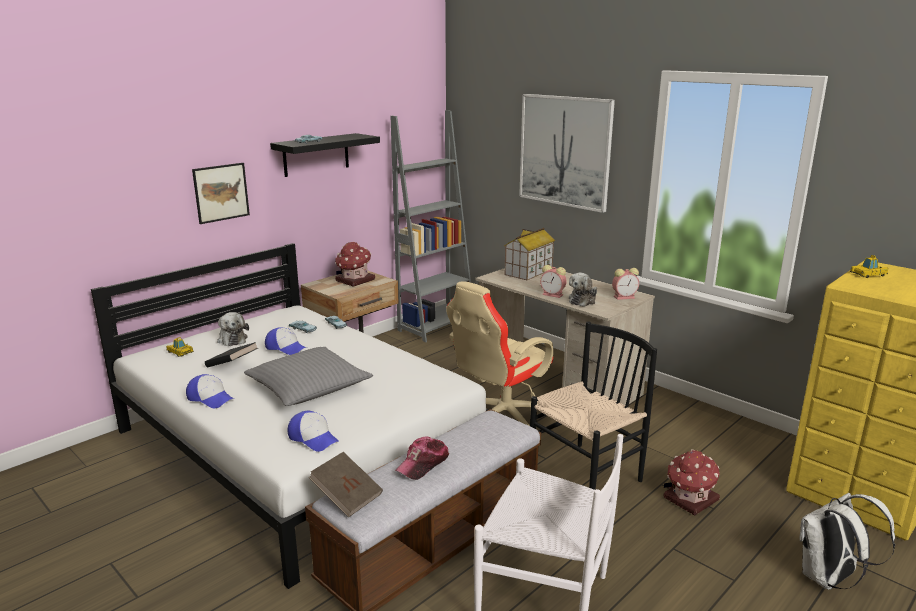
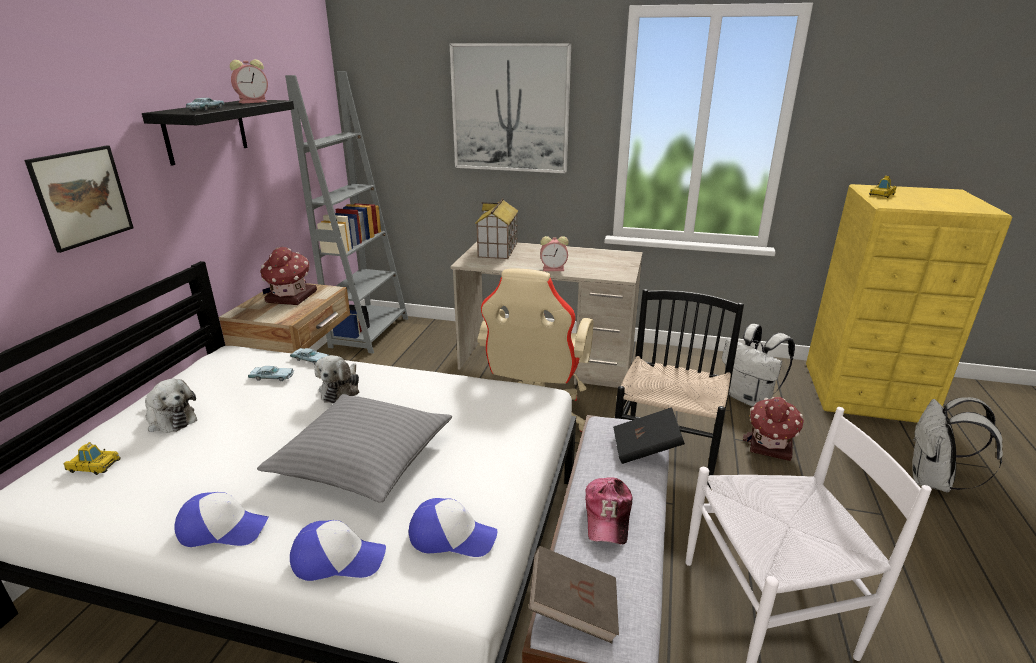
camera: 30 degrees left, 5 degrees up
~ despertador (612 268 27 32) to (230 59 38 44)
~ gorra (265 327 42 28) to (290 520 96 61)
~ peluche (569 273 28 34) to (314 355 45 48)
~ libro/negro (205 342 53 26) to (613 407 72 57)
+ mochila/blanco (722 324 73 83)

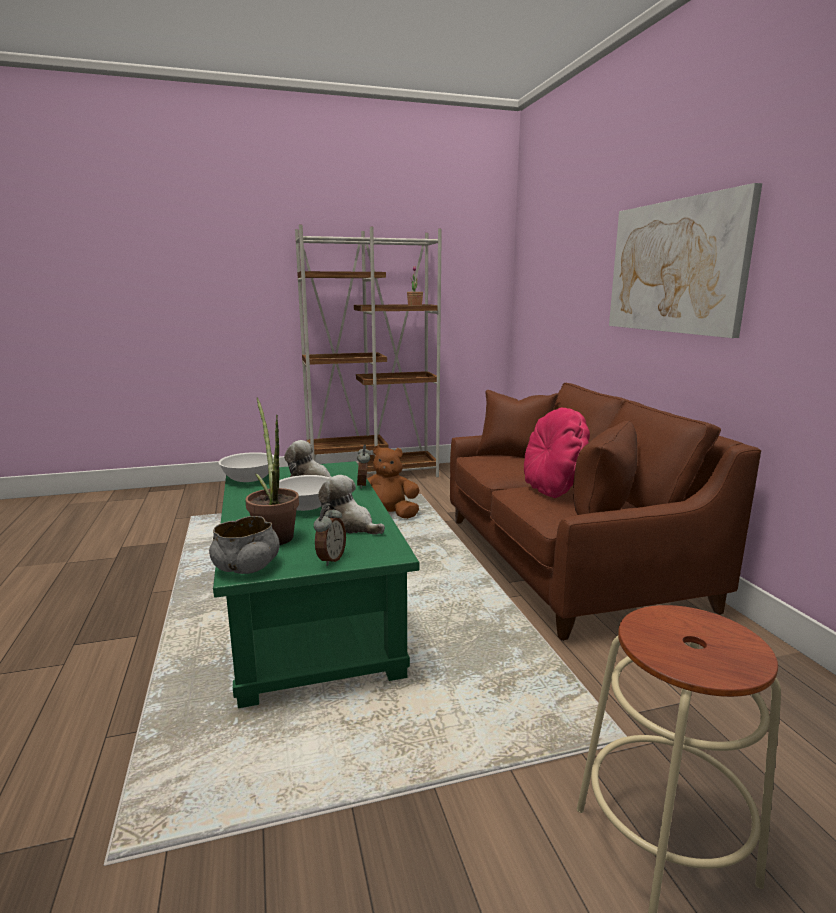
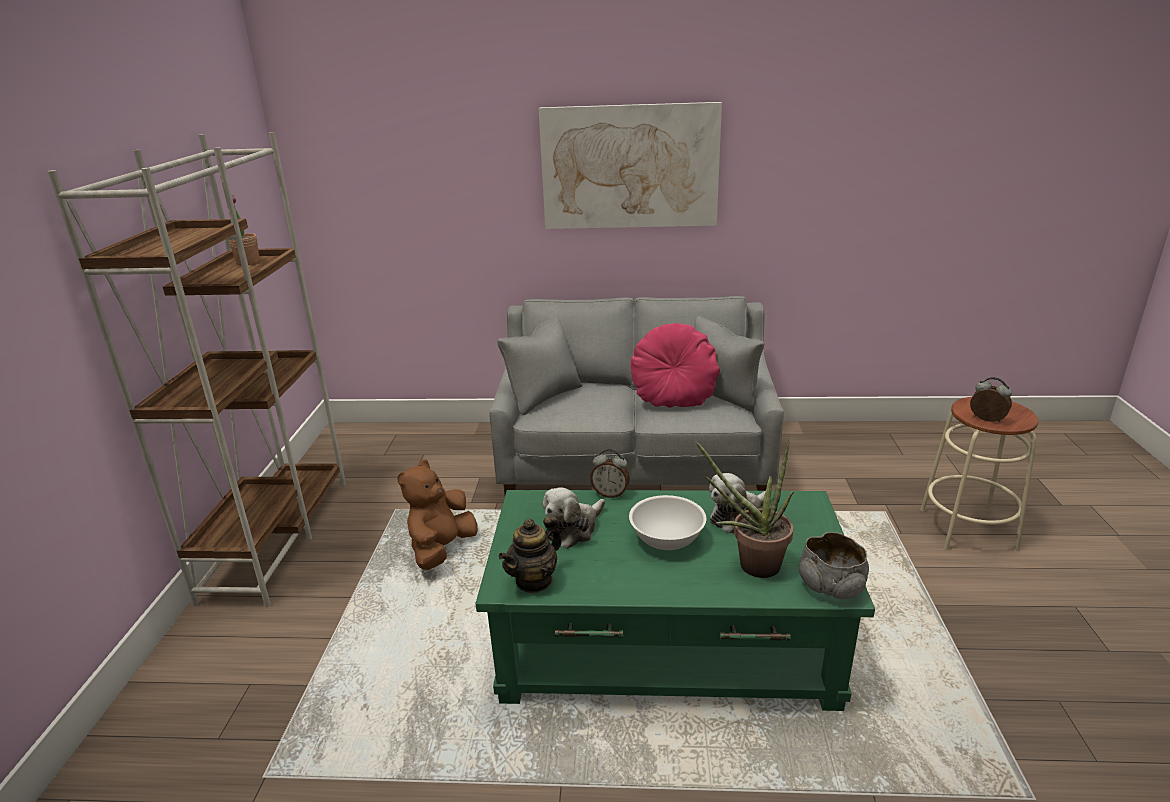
camera: 70 degrees left, 10 degrees up
~ sofá/marrón (450 383 311 258) to sofá/gris (489 296 295 199)
~ cuenco/blanco (218 452 56 30) to tetera (498 516 64 77)
~ despertador (314 505 32 61) to (970 377 42 45)

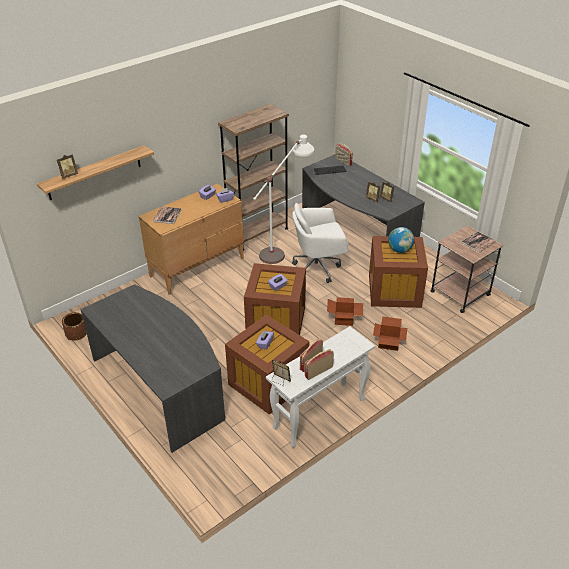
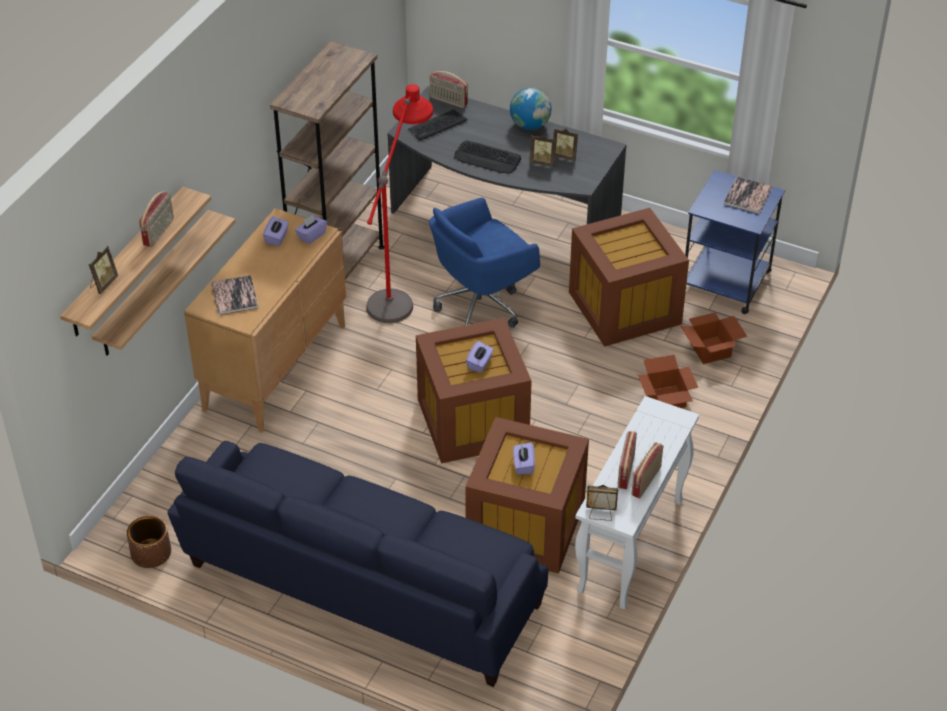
camera: 25 degrees left, 5 degrees up
+ estante (92 210 143 145)
+ radio (139 191 35 56)
~ escritorio/gris (80 284 145 169) to sofá/azul (167 441 381 246)
~ lámpara de pie/blanco (253 135 61 129) to lámpara de pie/rojo (366 84 67 239)
~ silla de oficina/blanco (292 203 56 80) to silla de oficina/azul (429 198 111 130)
+ teclado (454 140 67 34)
~ globo terráqueo (388 227 26 26) to (510 88 42 42)
~ caja de cartón (327 297 36 29) to (680 312 68 52)
~ carrito/marrón (430 225 73 88) to carrito/azul (685 170 100 144)

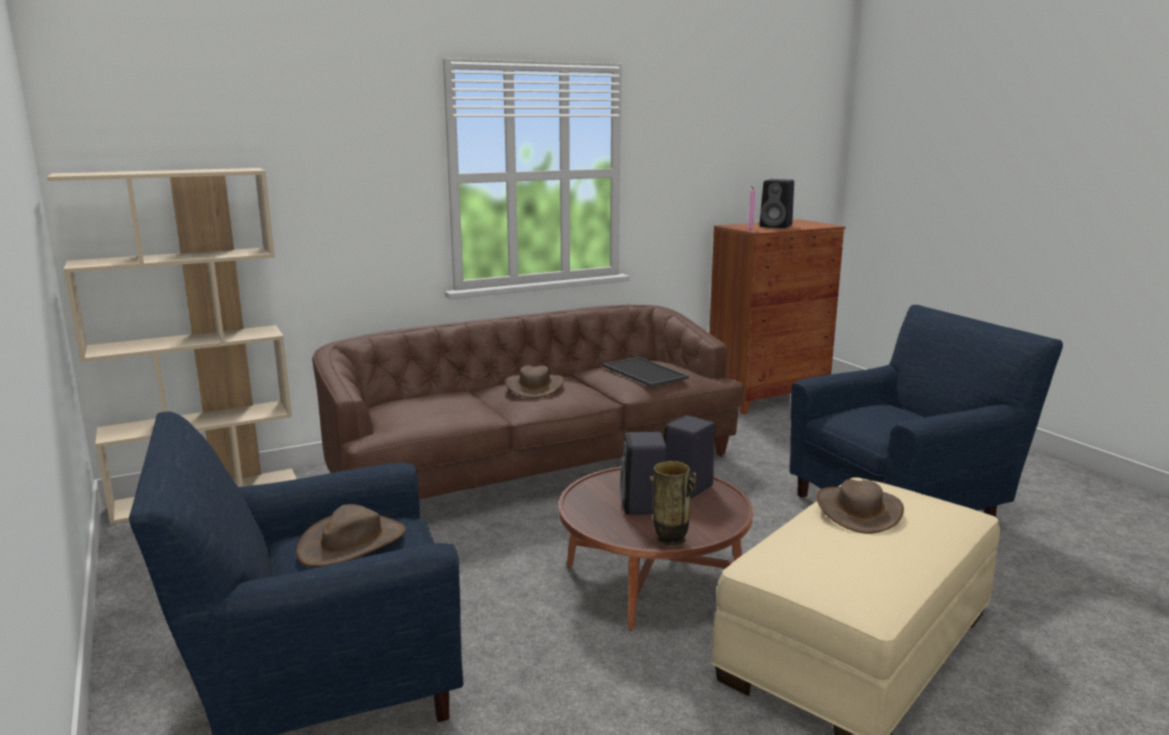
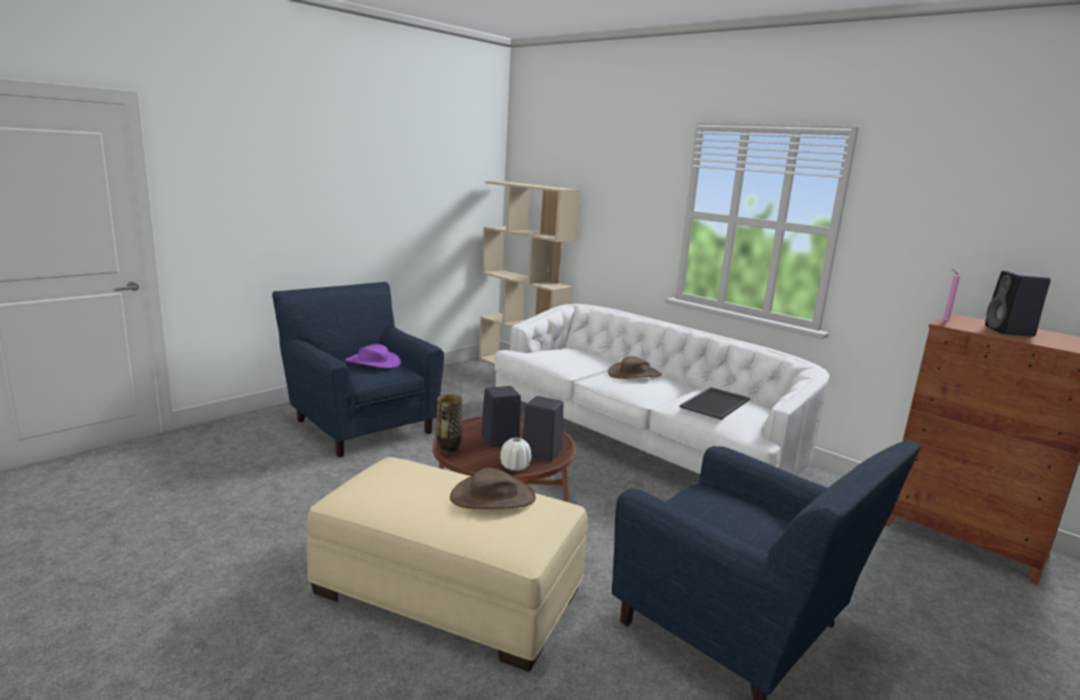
camera: 70 degrees right, 0 degrees up
~ sombrero/marrón (296 504 110 63) to sombrero/morado (345 344 56 24)
~ sofá/marrón (312 305 432 194) to sofá/blanco (494 304 335 172)
+ florero/blanco (500 437 31 34)

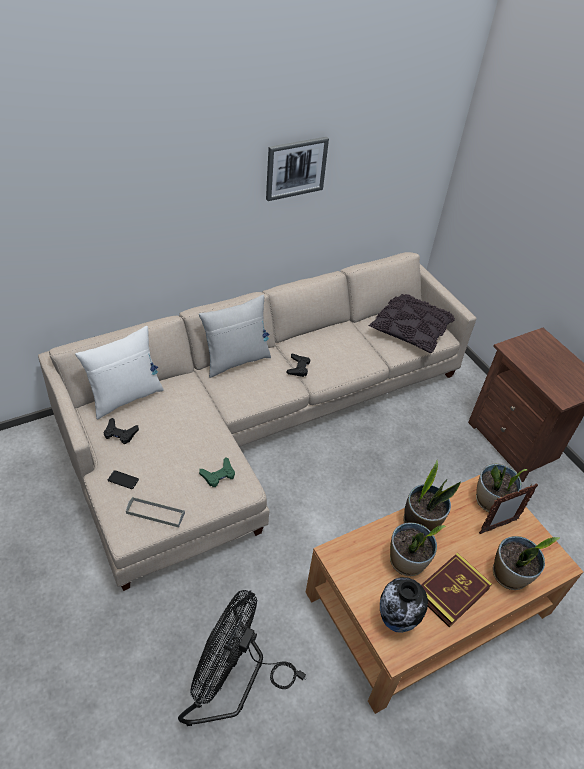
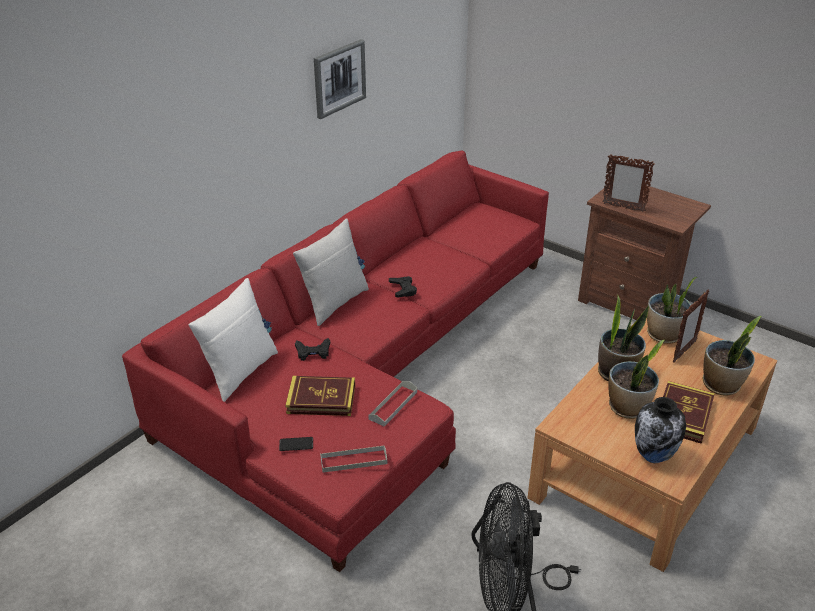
camera: 20 degrees left, 10 degrees down
~ sofá/beis (38 252 438 339) to sofá/rojo (122 151 427 421)
+ libro (285 376 70 40)
~ mando de consola/negro (104 418 35 26) to (295 338 35 23)
~ mando de consola/verde (199 457 36 30) to bandeja/gris (368 381 49 46)
+ portarretratos (602 154 53 58)
- cojín/negro (369 294 86 59)

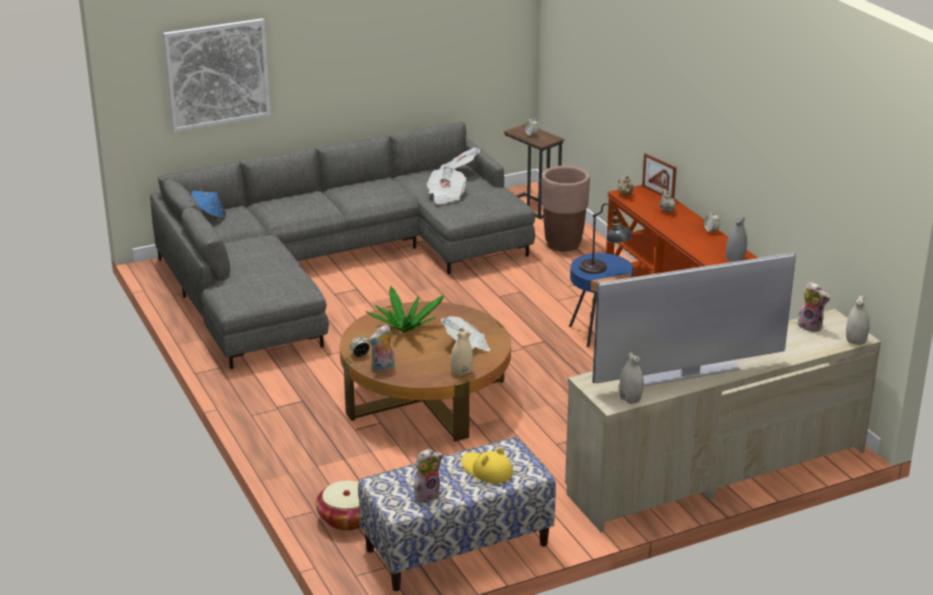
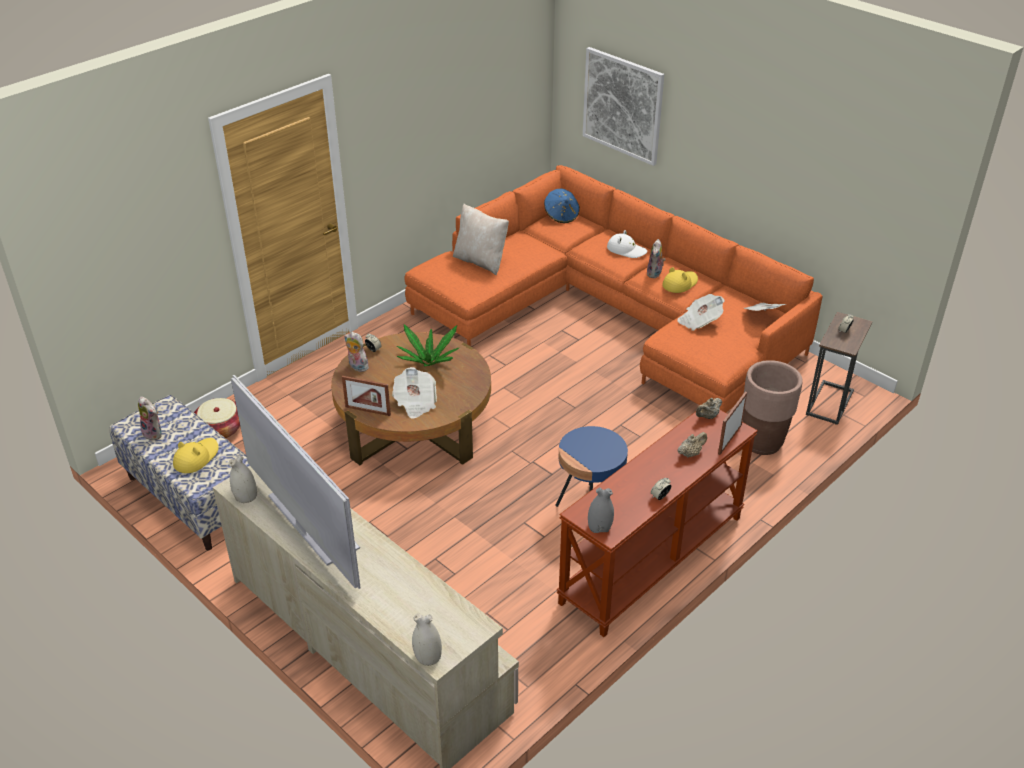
camera: 70 degrees right, 10 degrees up
~ florero/beis (451 330 22 46) to portarretratos (342 376 49 40)
~ sofá/gris (150 122 385 247) to sofá/naranja (404 165 419 248)
+ cojín/beis (453 204 56 71)
+ sombrero/blanco (607 230 40 28)
~ peluche (797 282 33 50) to (647 239 19 39)
+ sombrero/amarillo (662 267 36 26)
- lámpara de mesa/gris (579 203 54 71)

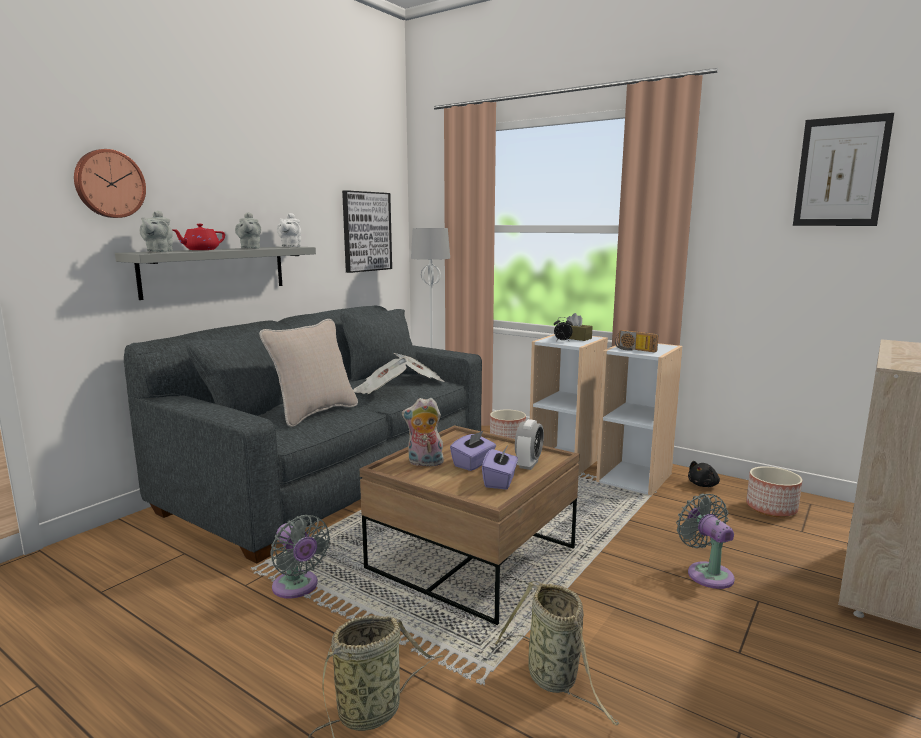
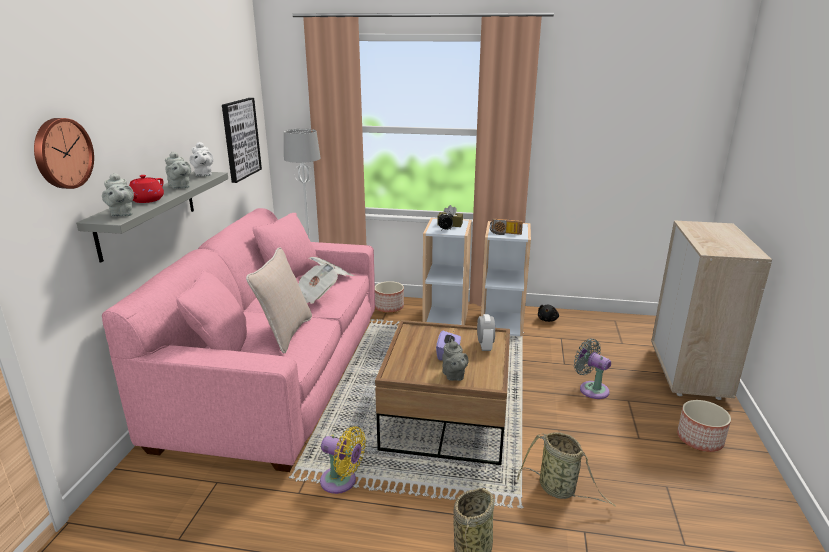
camera: 25 degrees left, 10 degrees up
~ sofá/gris (124 306 358 257) to sofá/rosa (102 208 273 264)
~ ventilador/gris (270 515 60 83) to ventilador/amarillo (320 426 46 68)
+ tetera/gris (442 339 27 42)
~ maceta (746 466 56 51) to (677 400 54 52)
- peluche (402 398 42 68)
- caja de pañuelos/morado (482 445 36 45)
- cuadro (793 113 101 113)

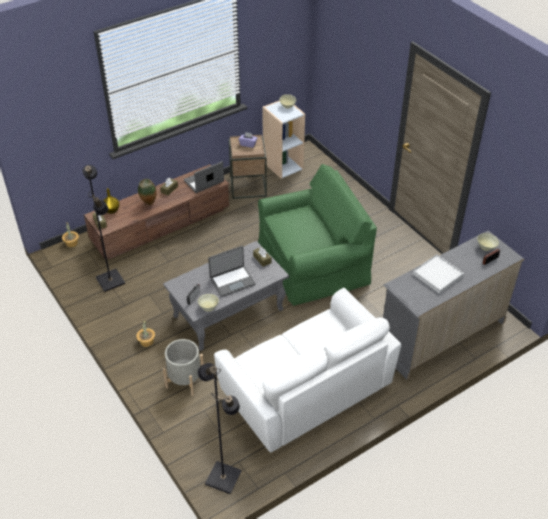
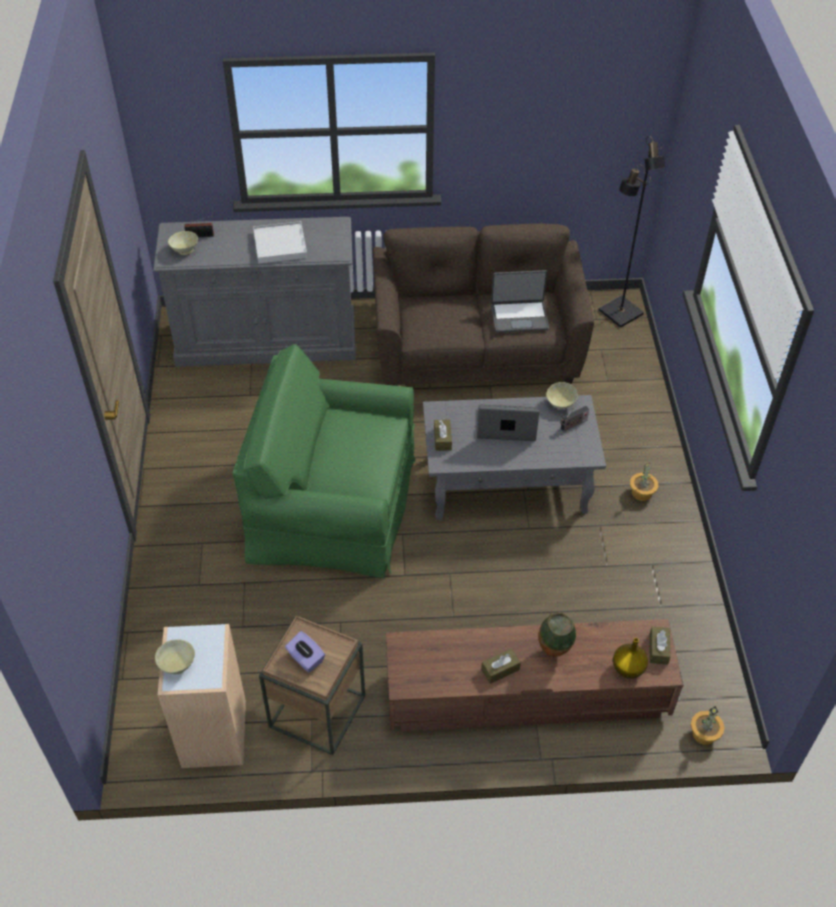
camera: 150 degrees left, 5 degrees up
~ sofá/blanco (214 288 187 165) to sofá/marrón (373 223 221 163)
~ portátil (184 161 40 32) to (491 270 58 63)
- lámpara de pie/negro (83 165 42 127)
- maceta/gris (163 339 41 57)

